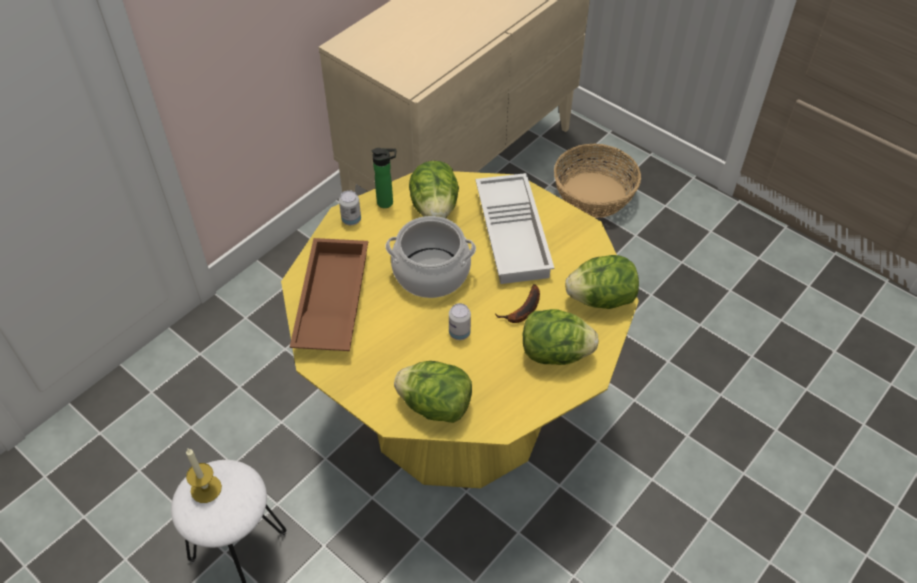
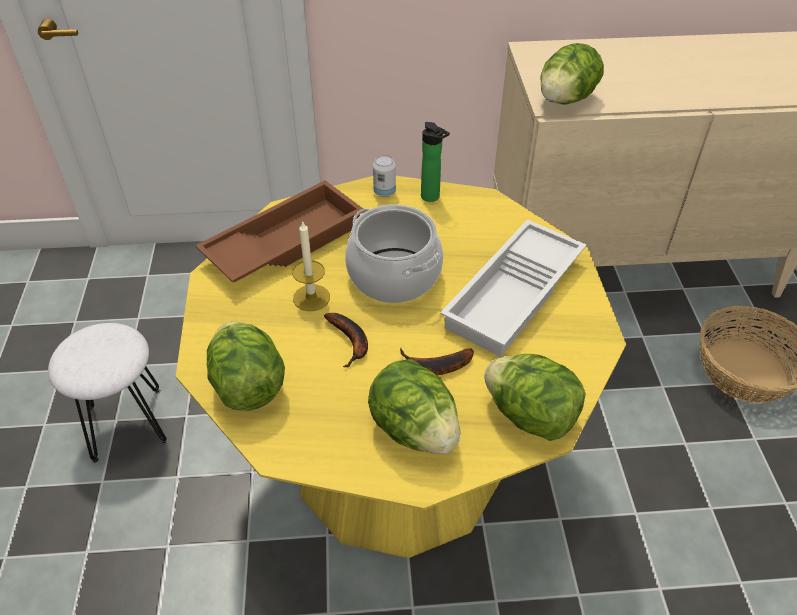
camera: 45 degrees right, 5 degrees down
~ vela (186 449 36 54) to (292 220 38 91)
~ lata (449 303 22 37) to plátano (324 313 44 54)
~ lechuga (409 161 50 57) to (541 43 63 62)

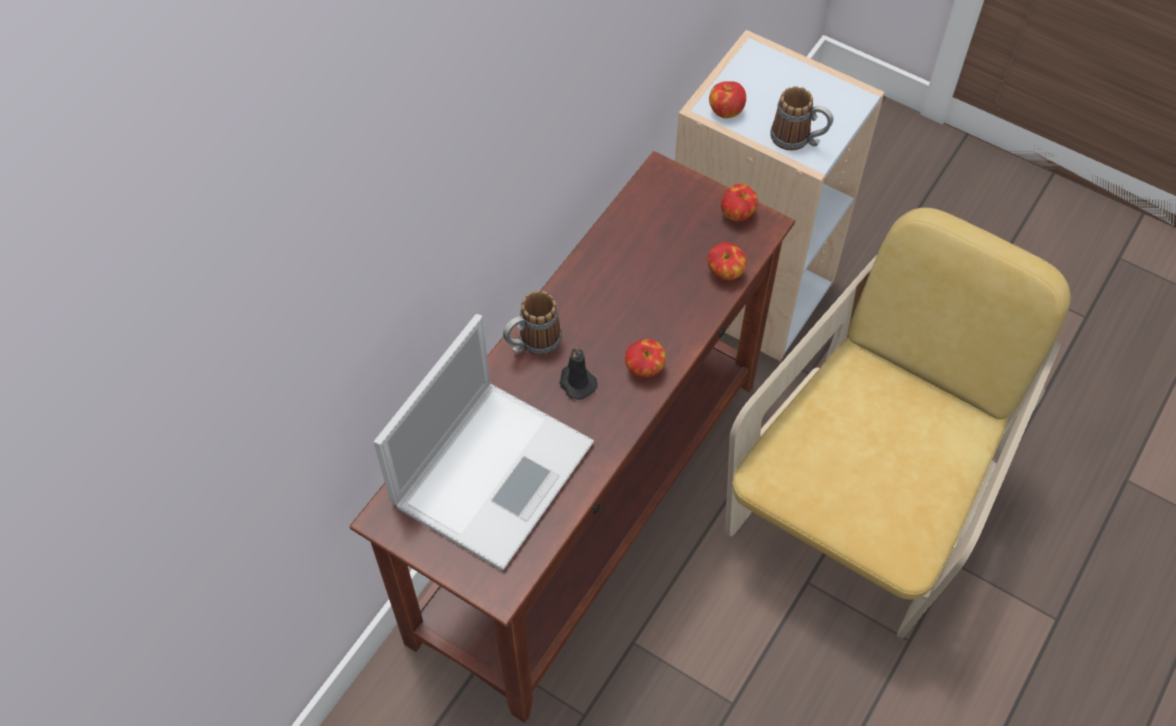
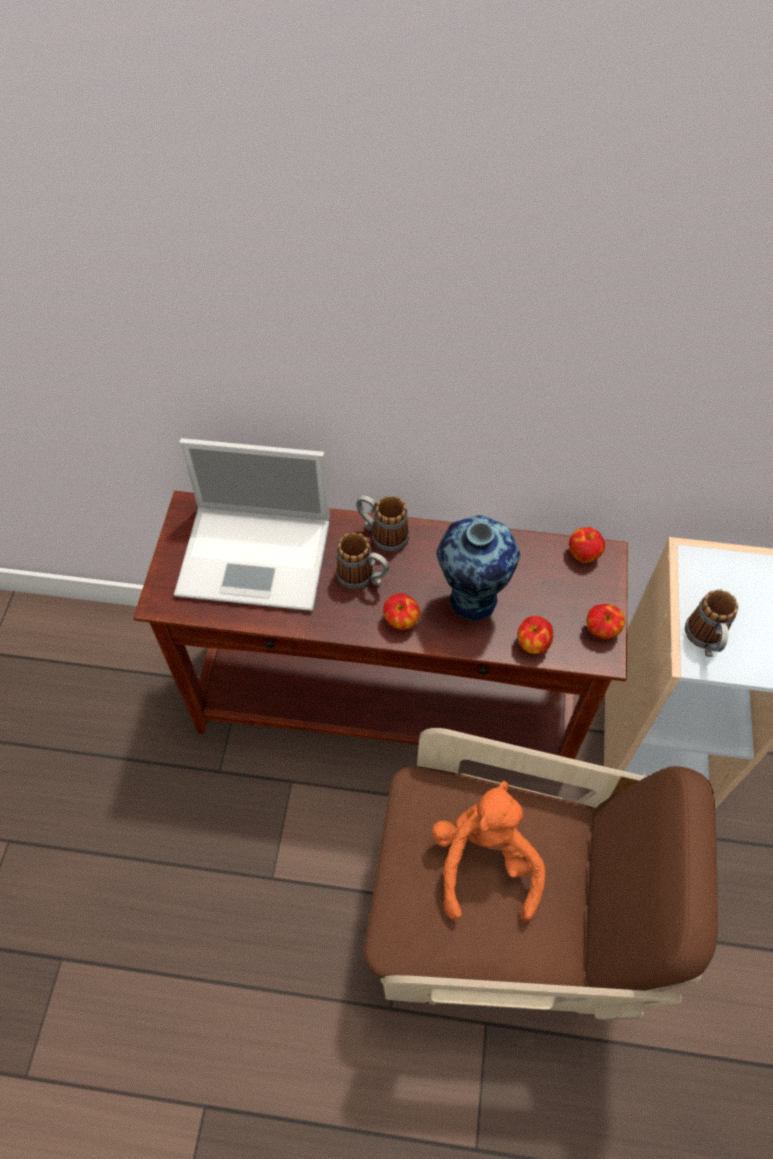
camera: 65 degrees right, 0 degrees up
~ vela/negro (559 347 38 53) to taza grande (336 532 53 58)
~ sillón/amarillo (725 208 346 431) to sillón/marrón (364 728 354 292)
+ peluche/naranja (431 781 115 141)
+ florero (437 515 83 106)
~ manzana (709 81 37 37) to (569 527 36 36)

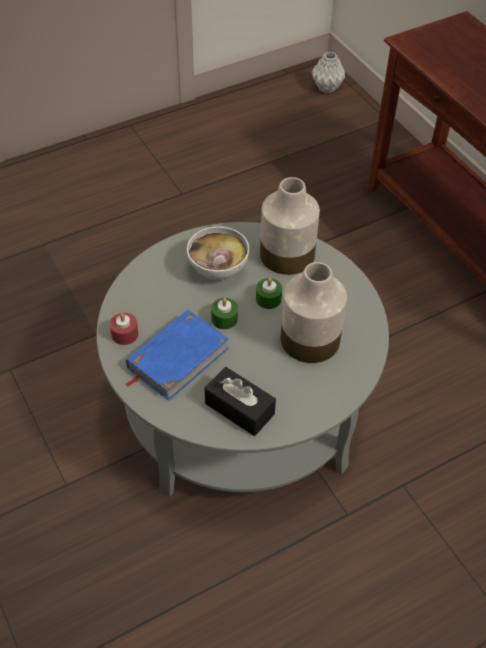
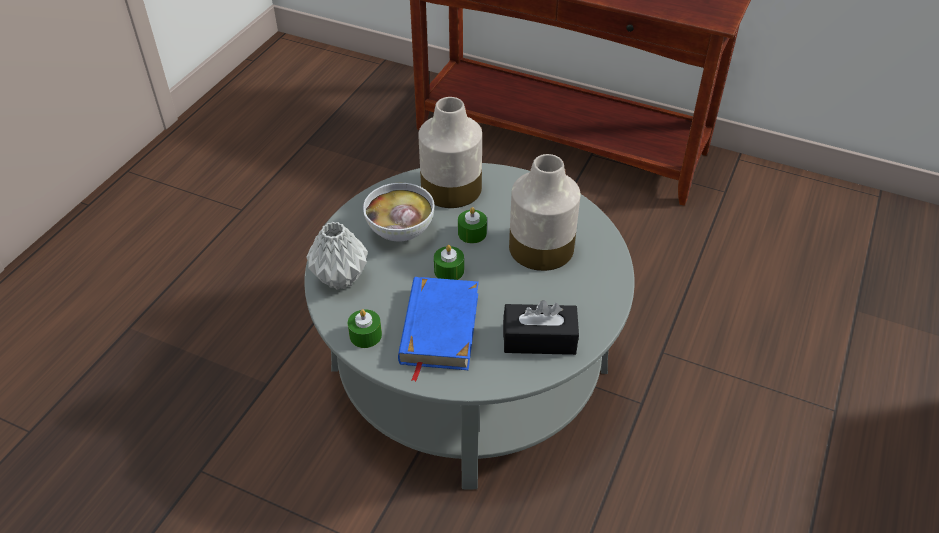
camera: 35 degrees left, 5 degrees down
~ florero/gris (312 52 33 41) to (306 222 62 68)
~ vela/rojo (110 313 28 32) to vela/verde (348 309 34 39)

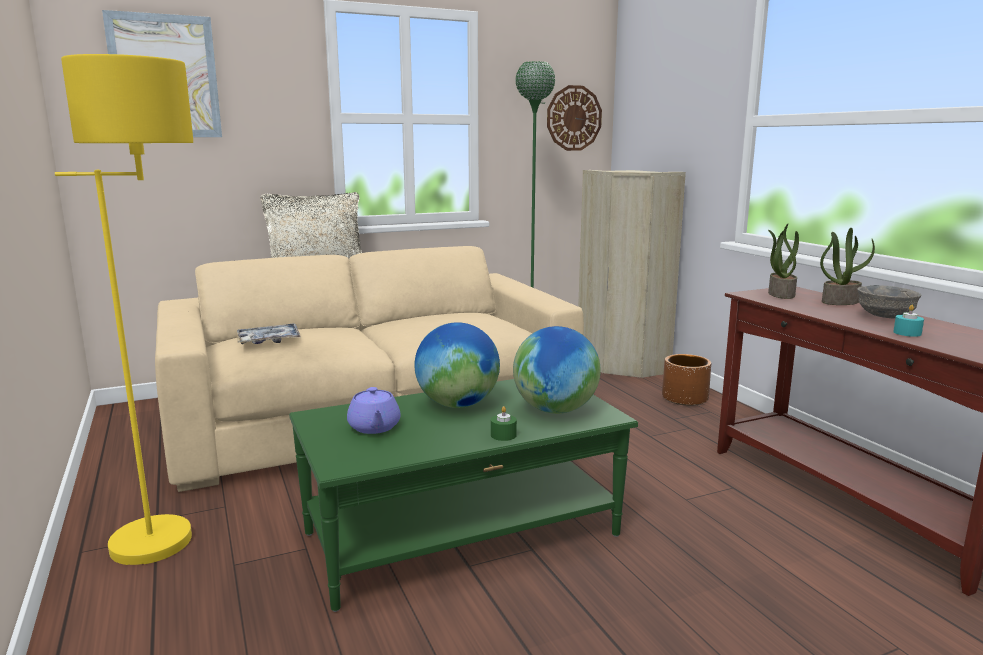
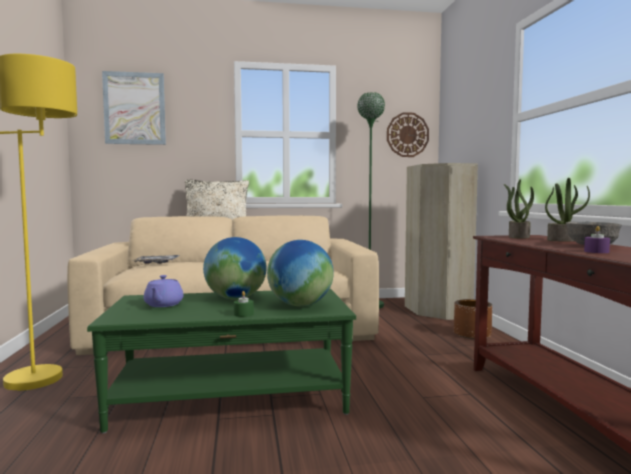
camera: 15 degrees right, 10 degrees down
~ vela/turquesa (893 305 31 32) to vela/morado (584 226 26 27)

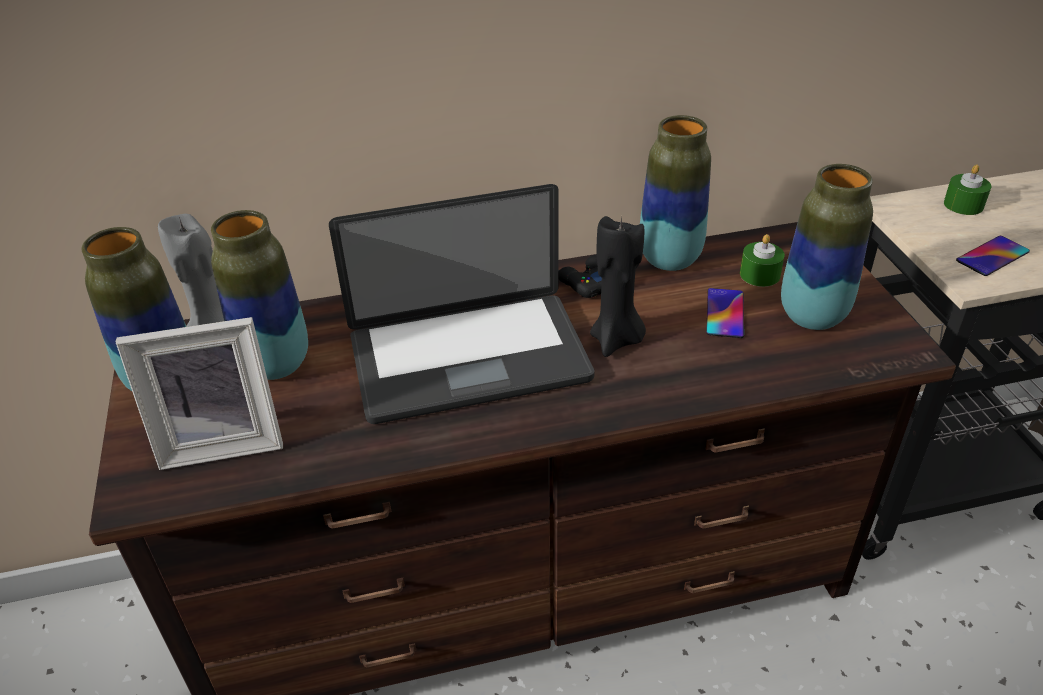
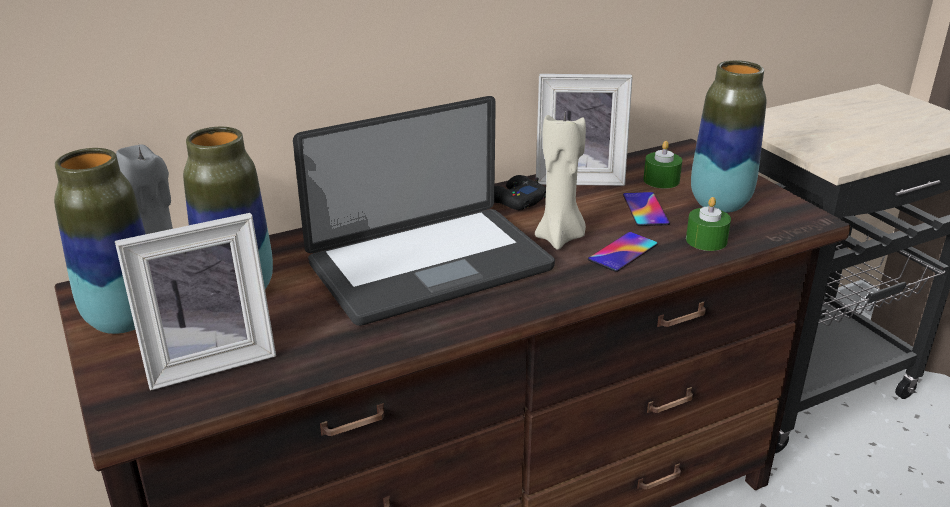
camera: 15 degrees left, 10 degrees down
~ vela/negro (590 216 56 141) to vela/beis (535 115 51 135)
~ florero (640 115 71 156) to portarretratos (536 74 97 112)
~ móvil (956 236 74 40) to (588 232 70 40)
~ vela/verde (944 165 47 50) to (686 197 45 54)

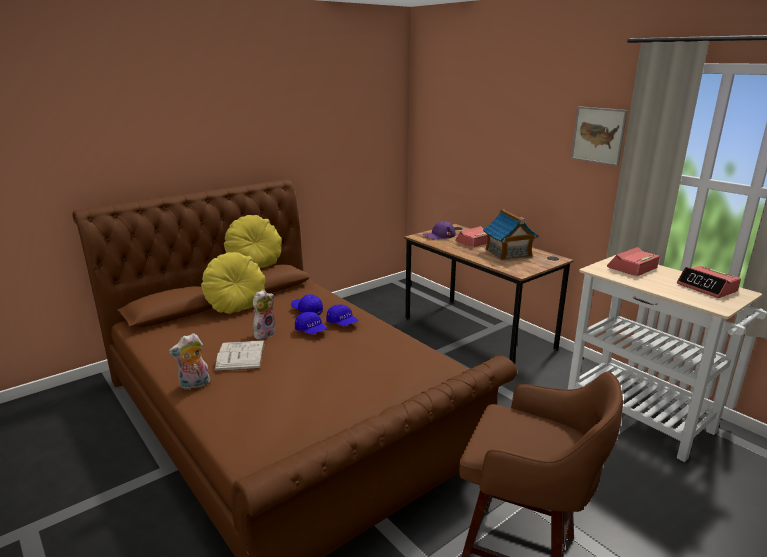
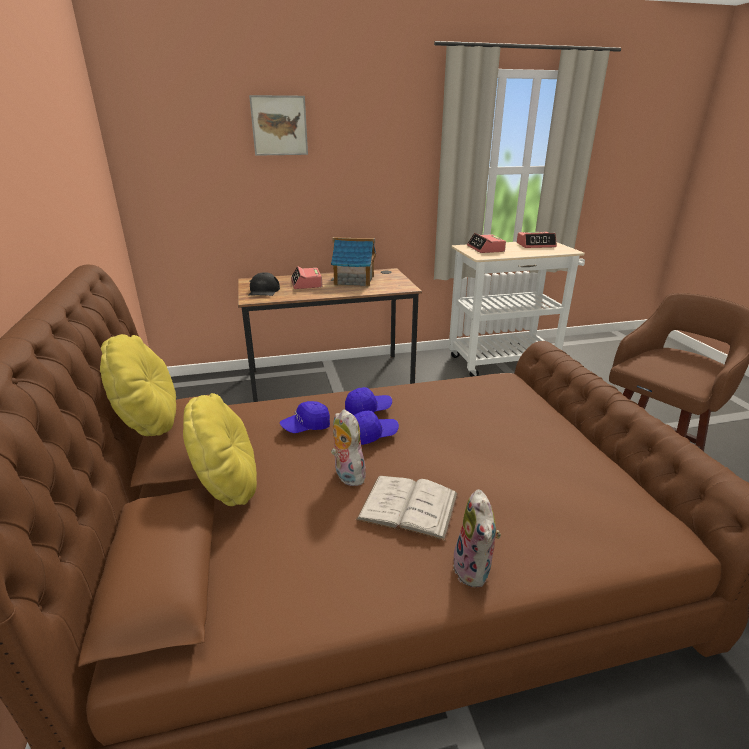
camera: 65 degrees left, 5 degrees up
~ gorra/morado (423 221 33 19) to gorra/negro (248 272 32 24)
~ cuadro (571 106 57 60) to (249 95 59 61)

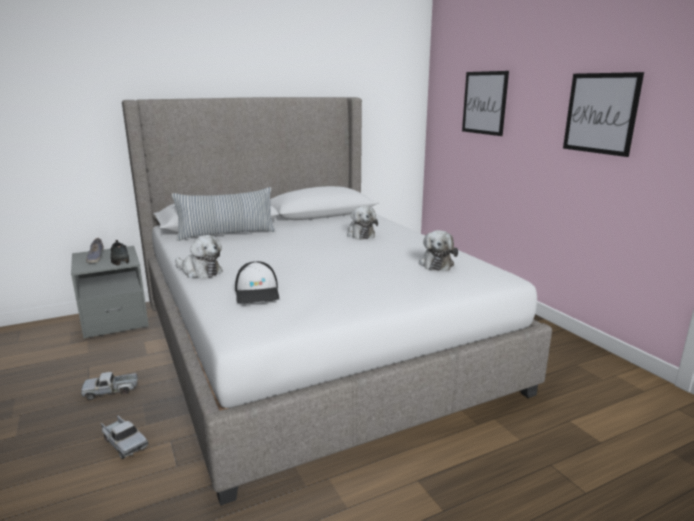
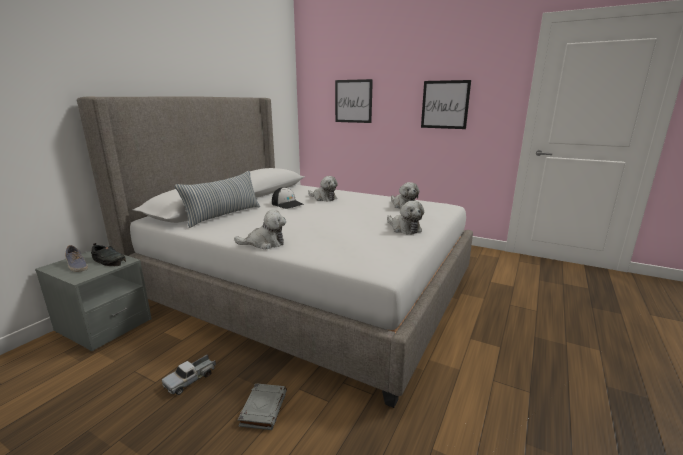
camera: 35 degrees left, 0 degrees up
~ camión de juguete (101 415 47 44) to libro/gris (238 383 49 47)
~ gorra (235 261 44 42) to (272 187 32 22)
+ peluche (387 201 37 34)

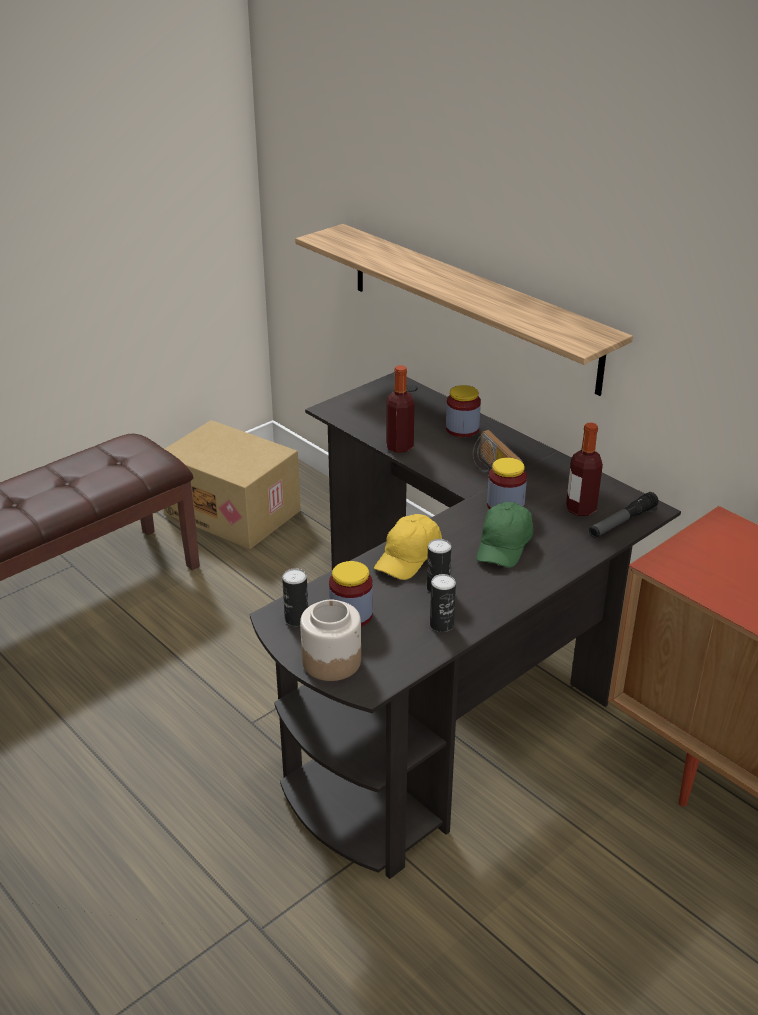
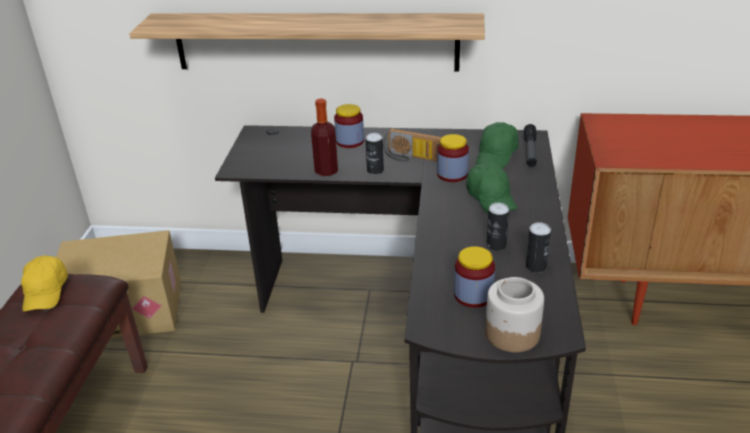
camera: 40 degrees left, 0 degrees up
~ gorra/amarillo (374 514 68 66) to (21 255 47 57)
~ lata (282 569 26 57) to (365 133 19 42)
~ botella (566 423 37 93) to gorra/verde (476 122 43 46)

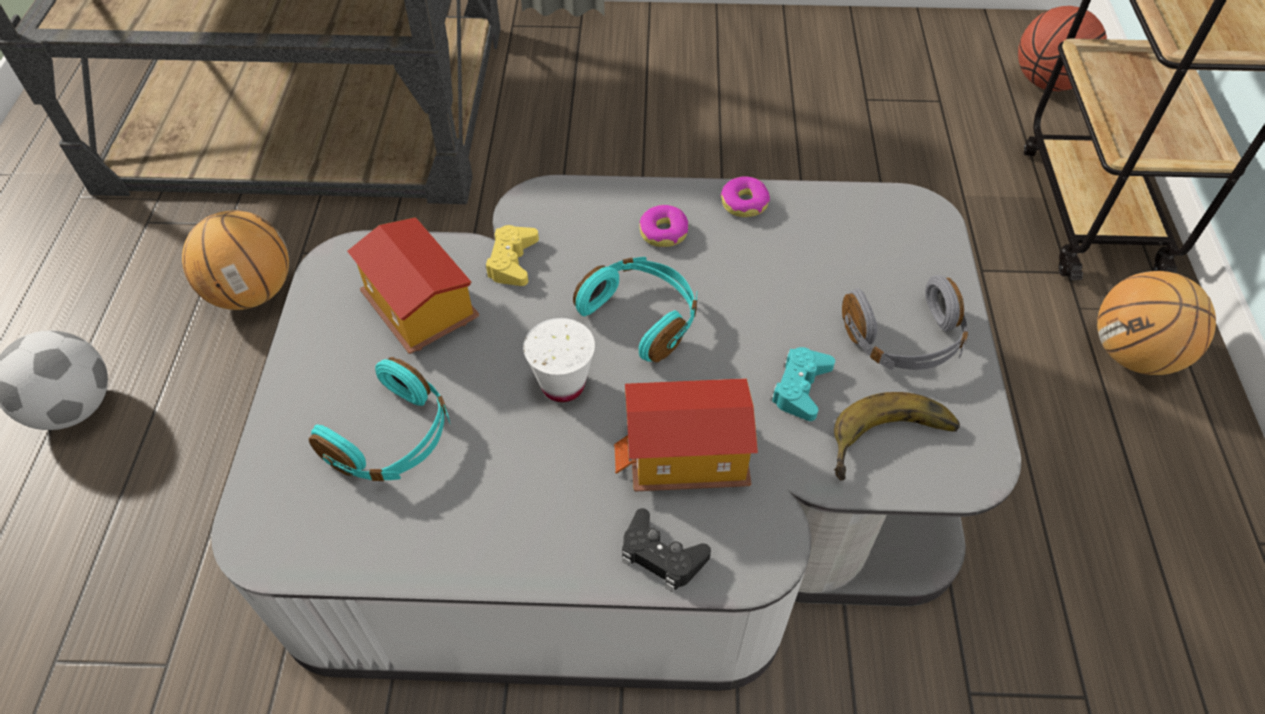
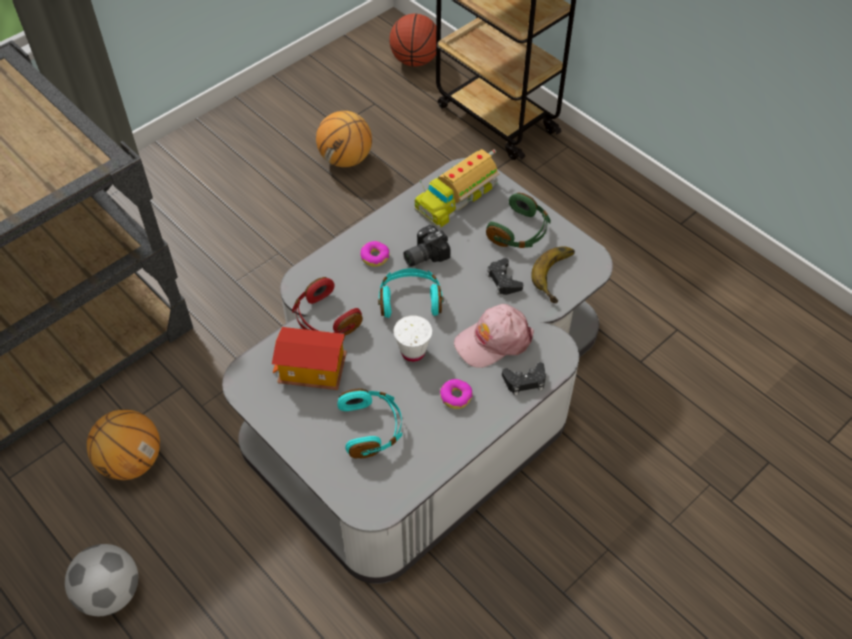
camera: 45 degrees left, 0 degrees up
~ mando de consola/amarillo (485 225 54 61) to auriculares/rojo (292 277 71 58)
~ balón de baloncesto (1097 271 119 104) to (316 111 56 56)
+ cámara (403 225 48 42)
+ camión de juguete (415 149 85 79)
~ rosquilla (720 176 50 41) to (440 379 33 30)
~ casita (614 378 144 113) to gorra/rosa (454 304 80 64)
~ auriculares/gris (842 275 126 95) to auriculares/verde (486 192 65 56)
~ mando de consola/turquesa (770 347 65 74) to mando de consola/negro (487 258 36 37)

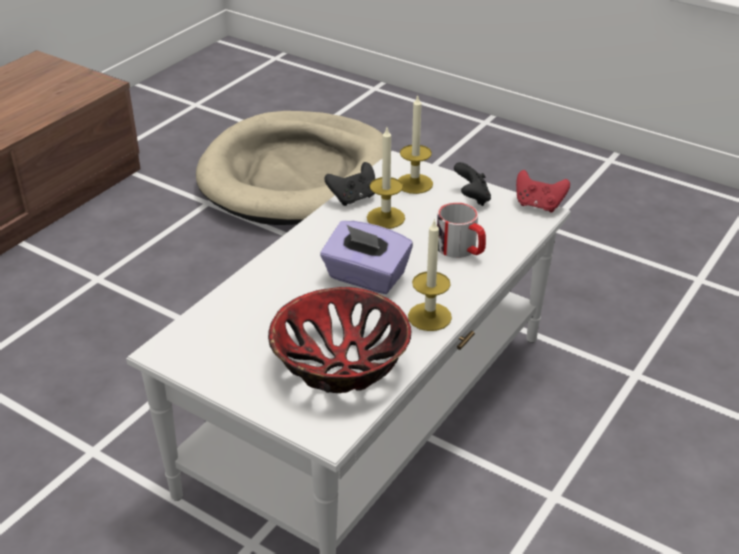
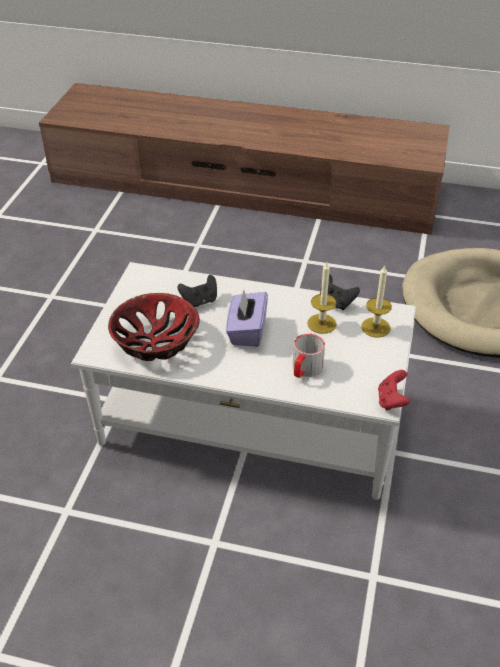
camera: 70 degrees right, 5 degrees up
~ mando de consola/negro (454 162 37 44) to (177 275 40 32)
- vela (408 219 44 112)

